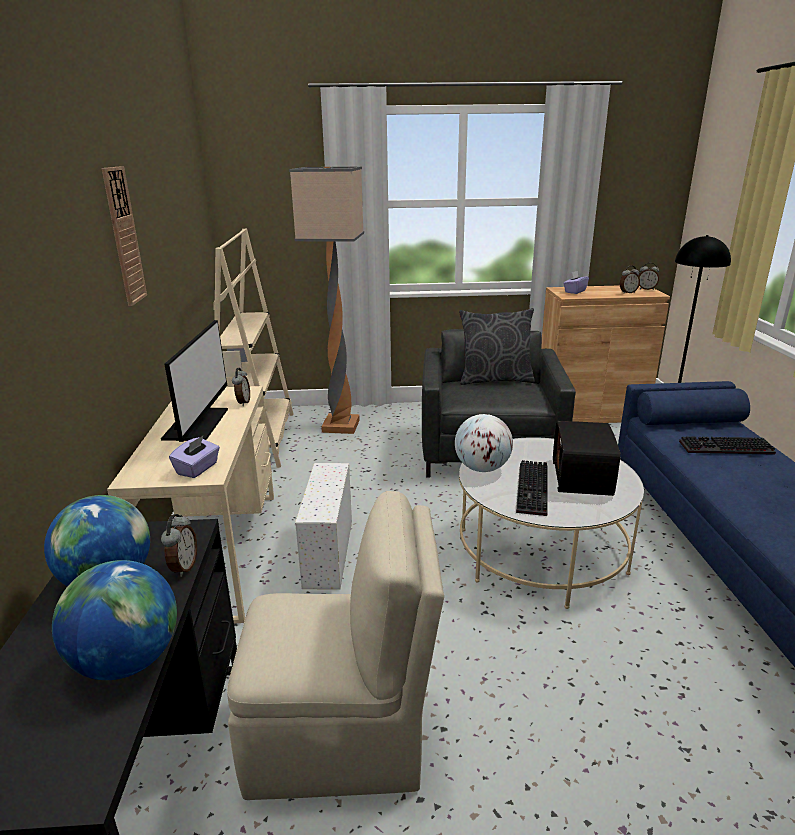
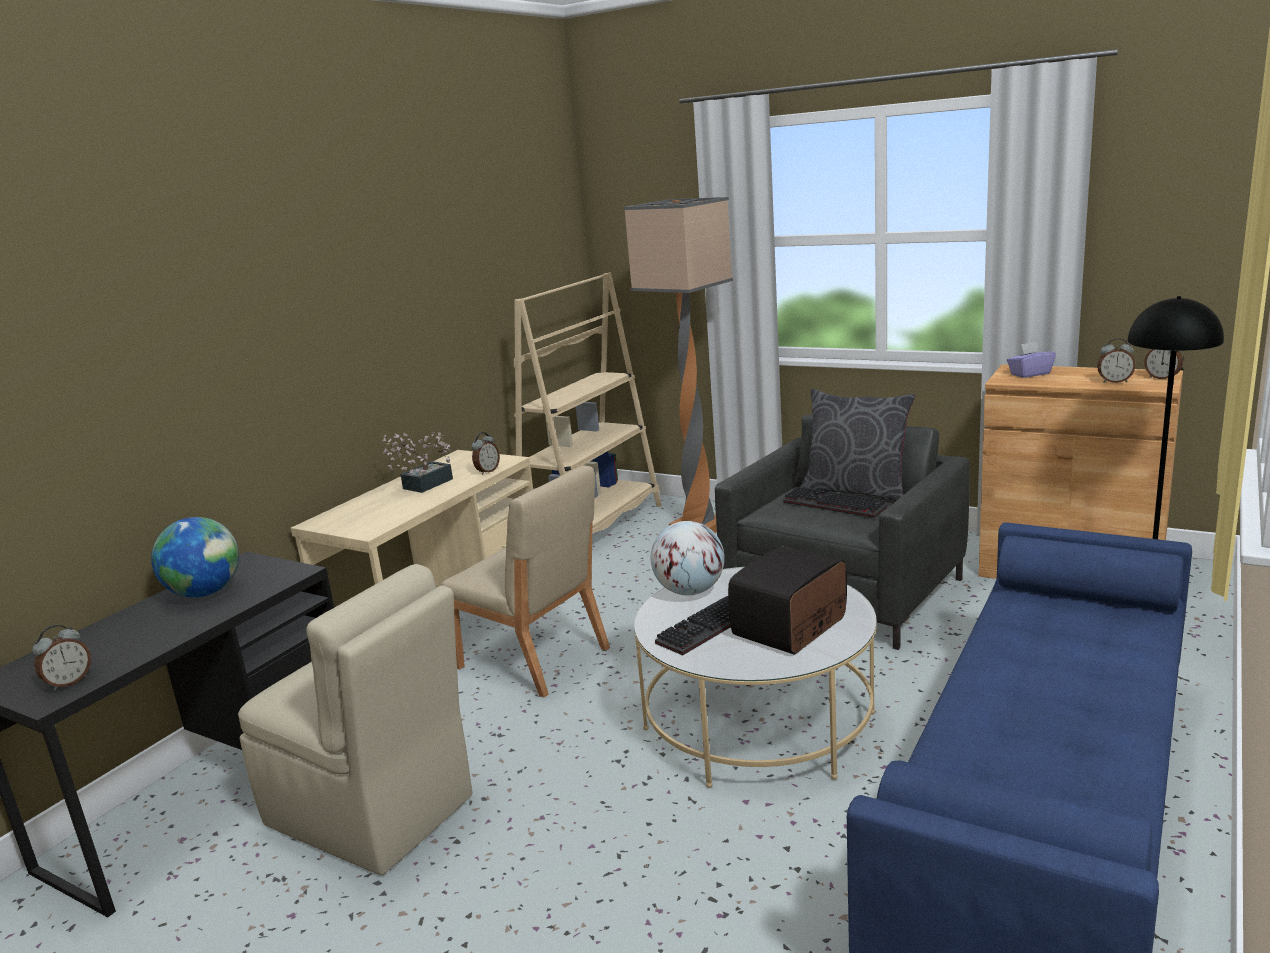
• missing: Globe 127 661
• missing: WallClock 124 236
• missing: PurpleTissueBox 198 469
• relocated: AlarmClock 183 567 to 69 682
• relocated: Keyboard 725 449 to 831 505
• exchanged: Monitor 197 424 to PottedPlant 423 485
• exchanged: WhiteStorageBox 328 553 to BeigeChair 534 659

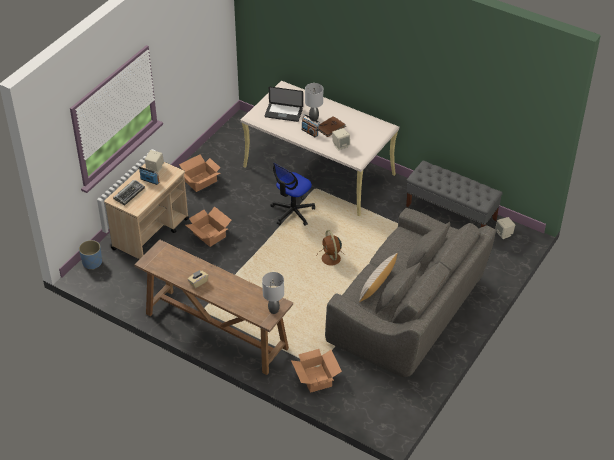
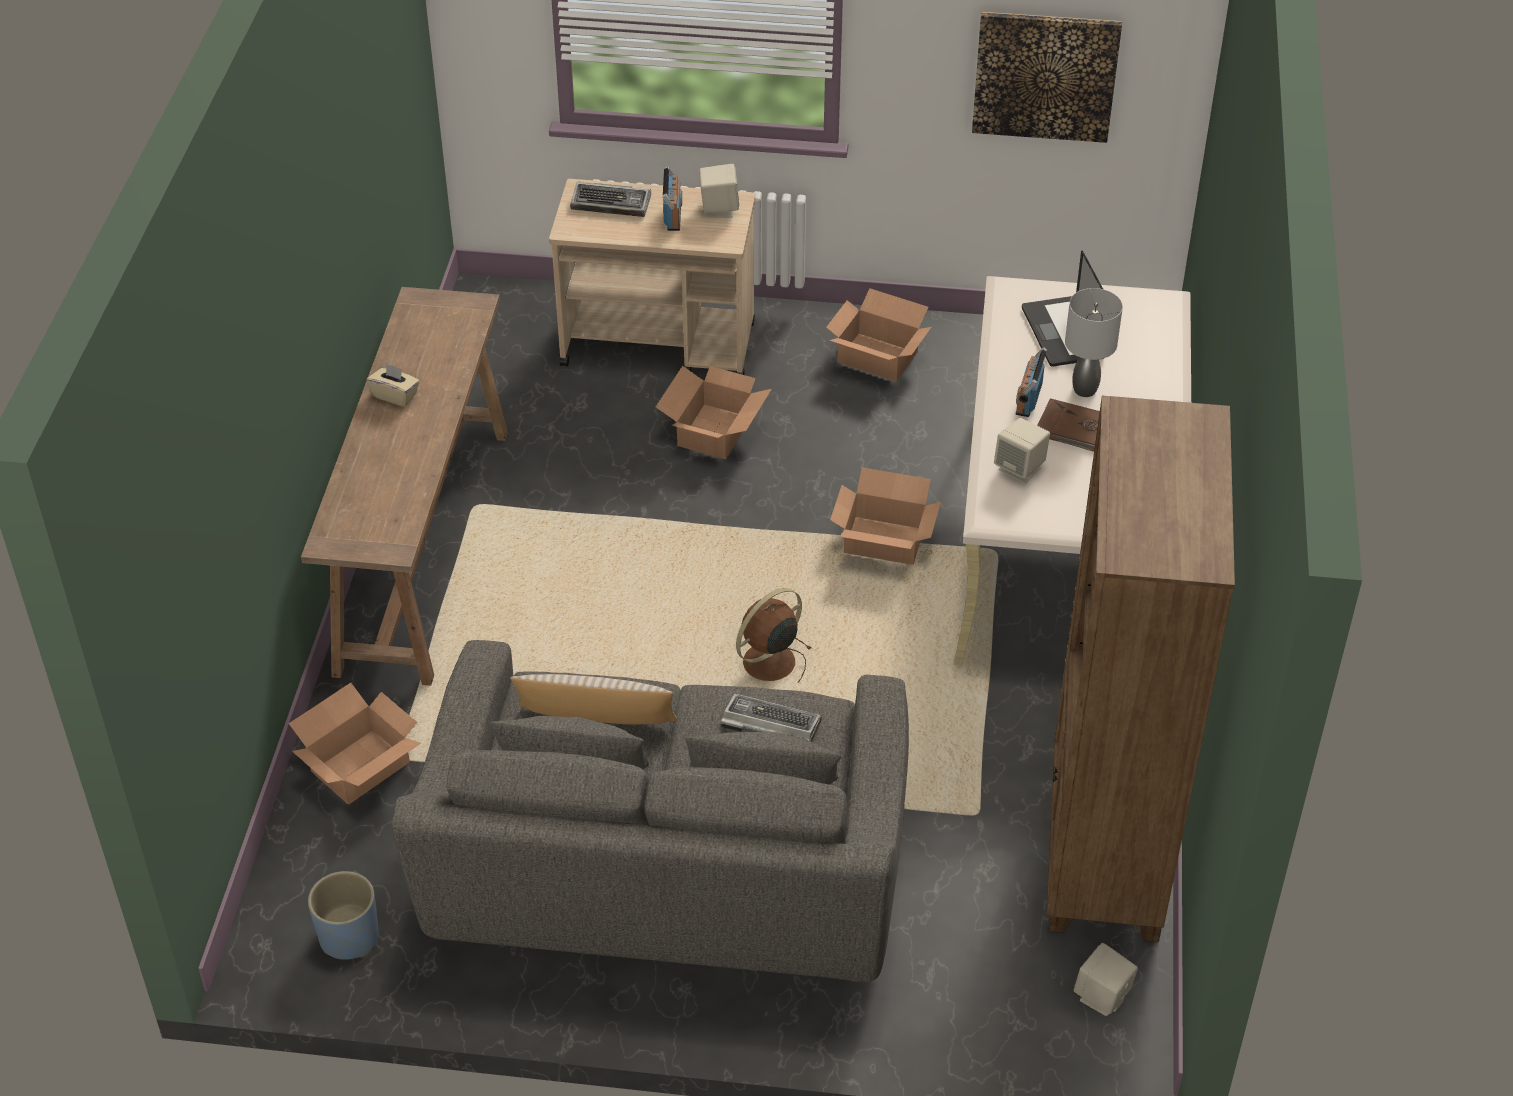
• missing: GreyTableLamp 273 310
• appeared: Keyboard 769 726
• appeared: Picture 1045 75
• relocated: BluePlanter 92 263 to 348 937
• exchanged: OfficeChair 292 212 to CardboardBox 883 540
• exchanged: GreyBench 451 213 to BrownBookcase 1103 850

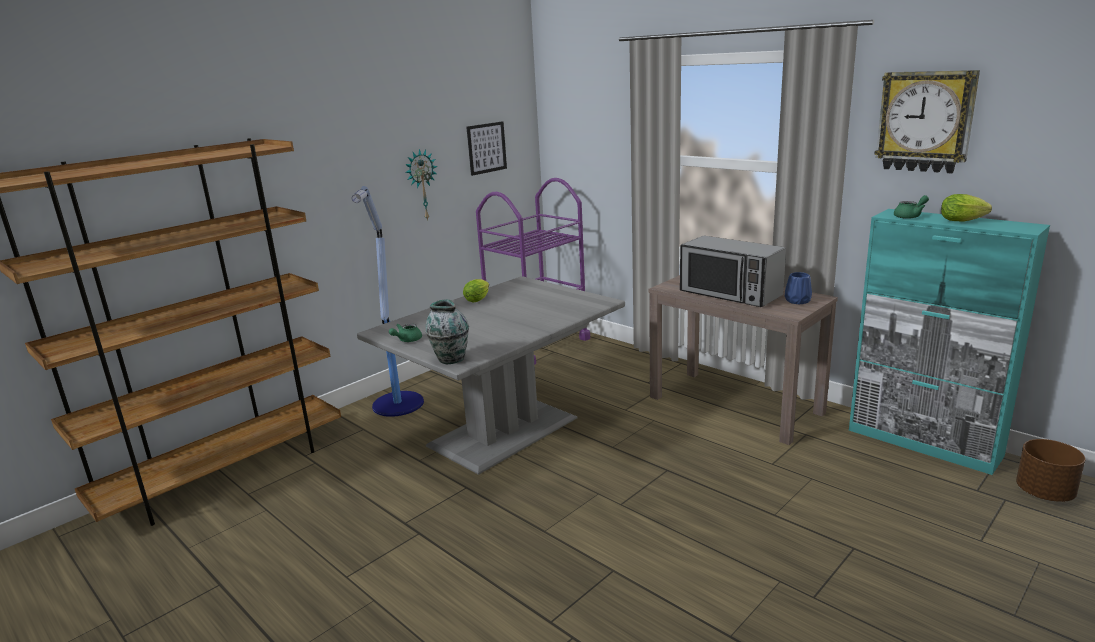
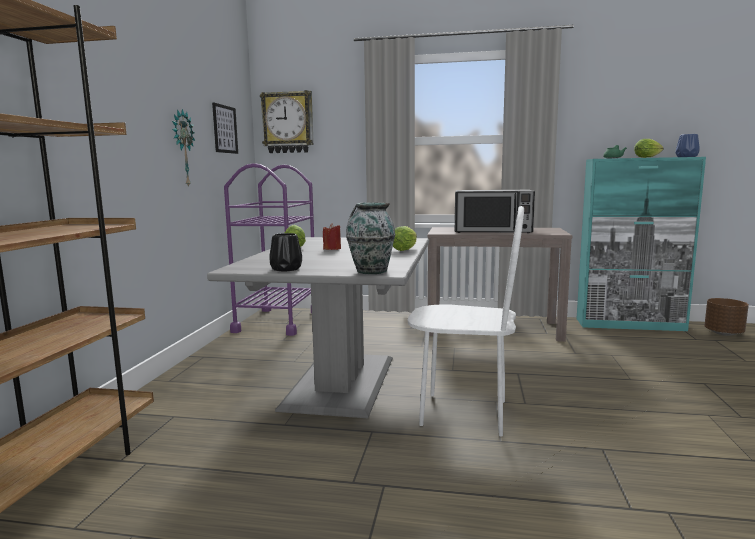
• missing: FloorLamp 398 405
• appeared: RedCandle 332 249
• appeared: Lettuce 405 249
• appeared: WhiteChair 464 413
• relocated: BlueVase 798 301 to 686 157
• relocated: WallClock 925 121 to 288 122
• exchanged: GreenTeapot 407 340 to BlackVase 287 269

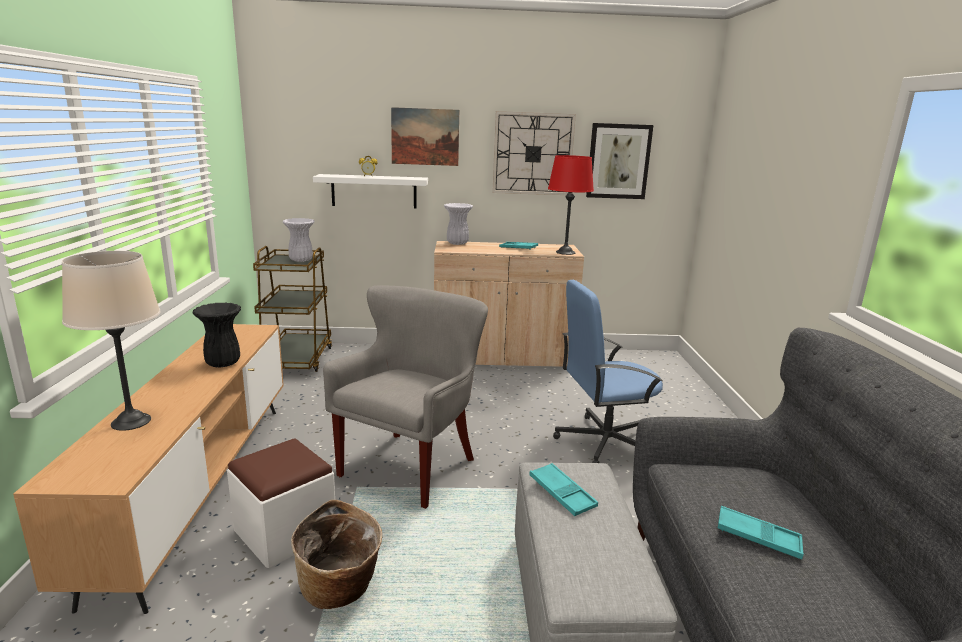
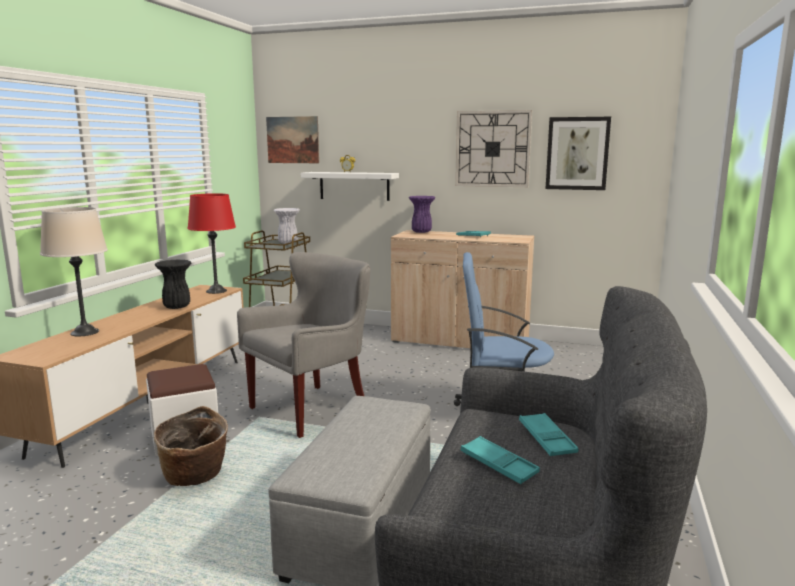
• relocated: Picture 425 137 to 292 140
• relocated: TurquoiseTray 562 493 to 547 439
• relocated: RedTableLamp 565 252 to 216 291
• colour: WhiteVase 457 243 to PurpleVase 421 232

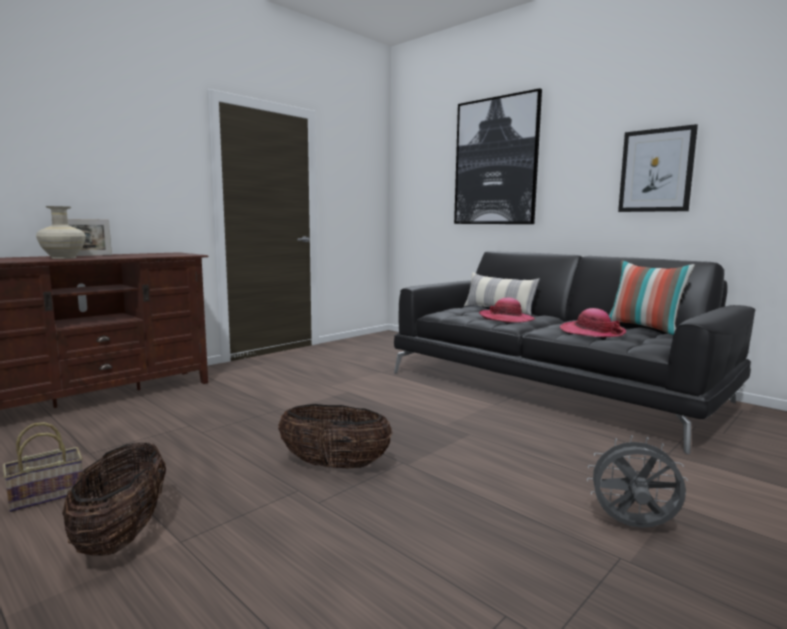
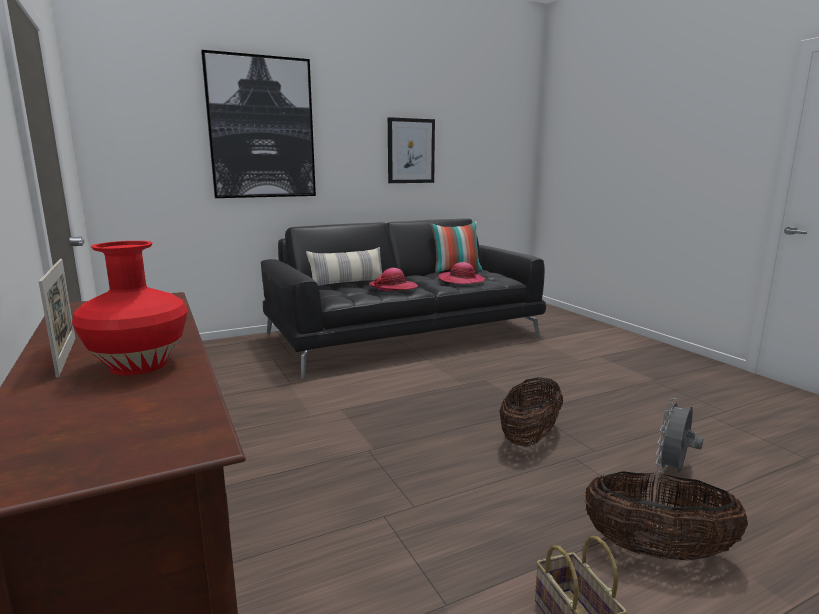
• relocated: GreyFan 632 527 to 673 471
• colour: BeigeVase 64 258 to RedVase 140 365

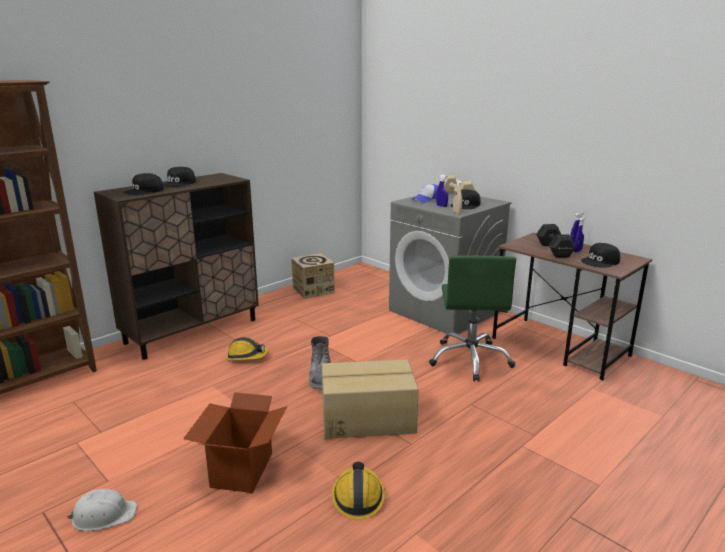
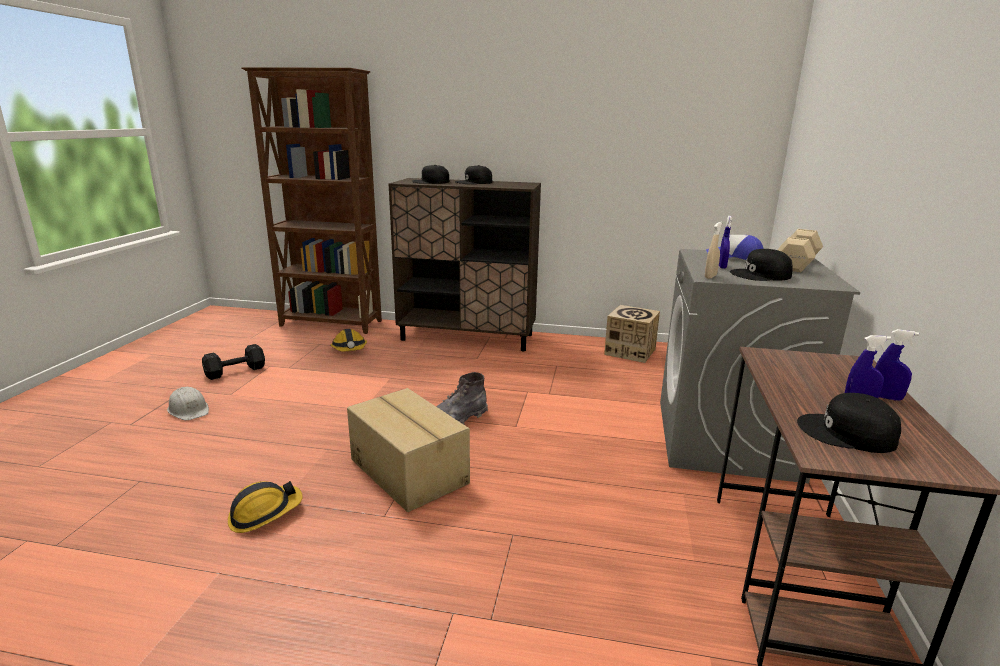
• missing: CardboardBox 241 470
• missing: GreenOfficeChair 470 359
• relocated: HardHat 247 357 to 349 349
• relocated: BlackDumbbell 554 250 to 234 371

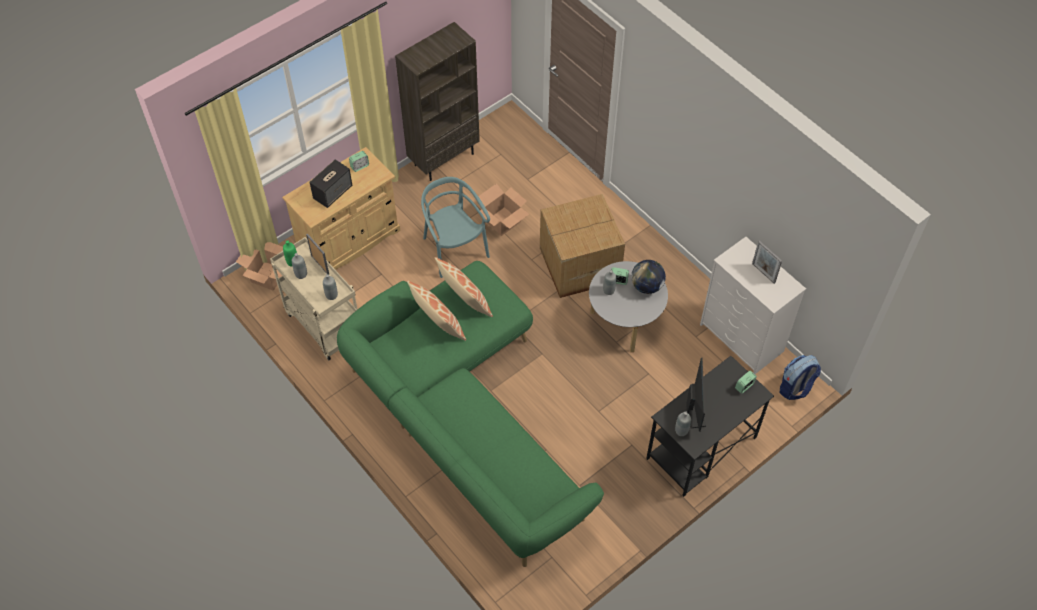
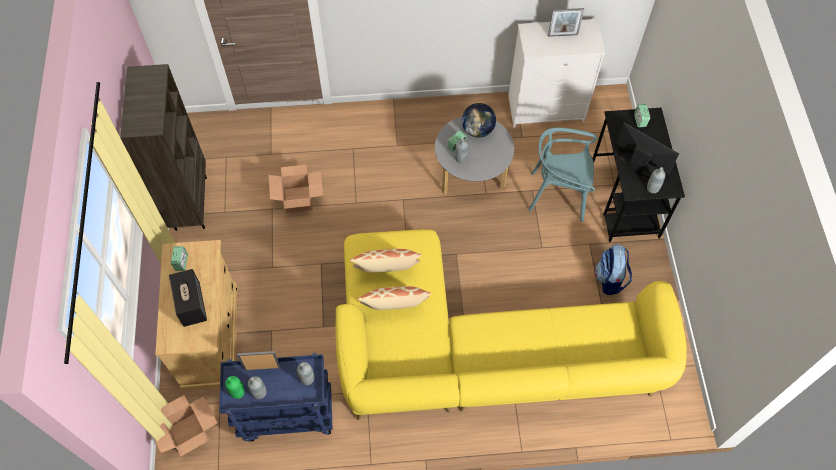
• missing: CardboardBox 578 264
• relocated: TurquoiseChair 454 249 to 558 194
• relocated: Backpack 795 388 to 610 279
• colour: BeigeCart 322 324 to BlueCart 285 415
• colour: GreenSofa 466 419 to YellowSofa 478 353

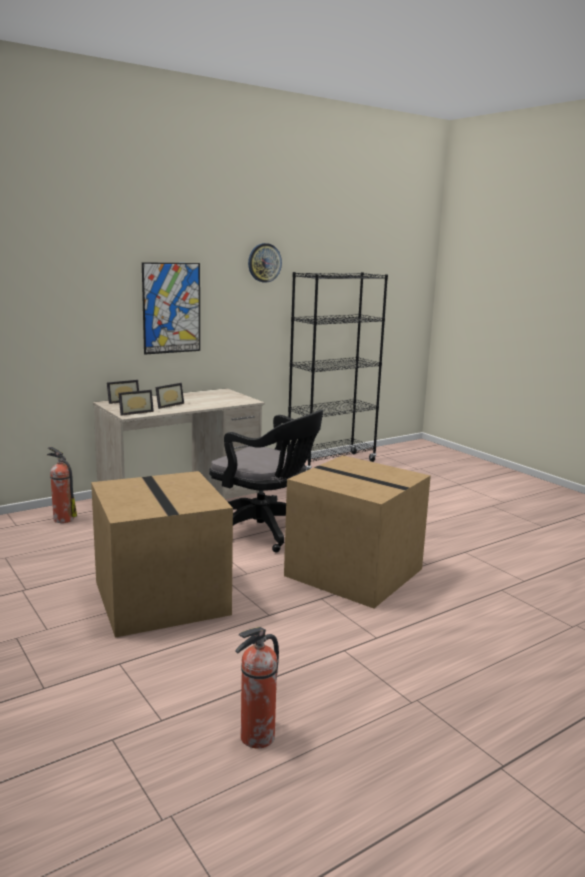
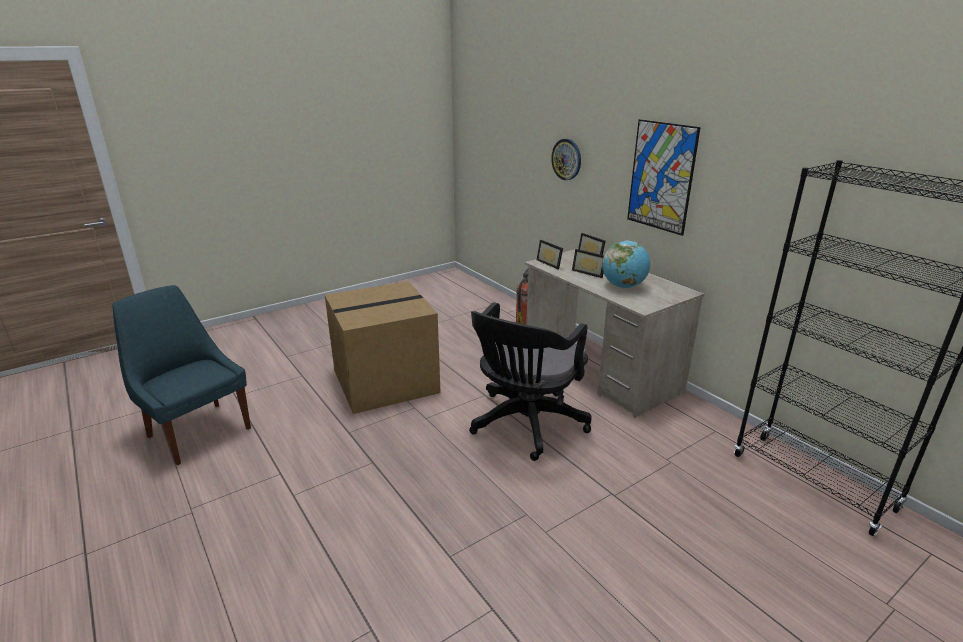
• missing: CardboardBox 351 572
• appeared: Globe 623 286
• relocated: WallClock 264 262 to 567 159
• exchanged: FireExtinguisher 256 737 to BlueChair 197 431

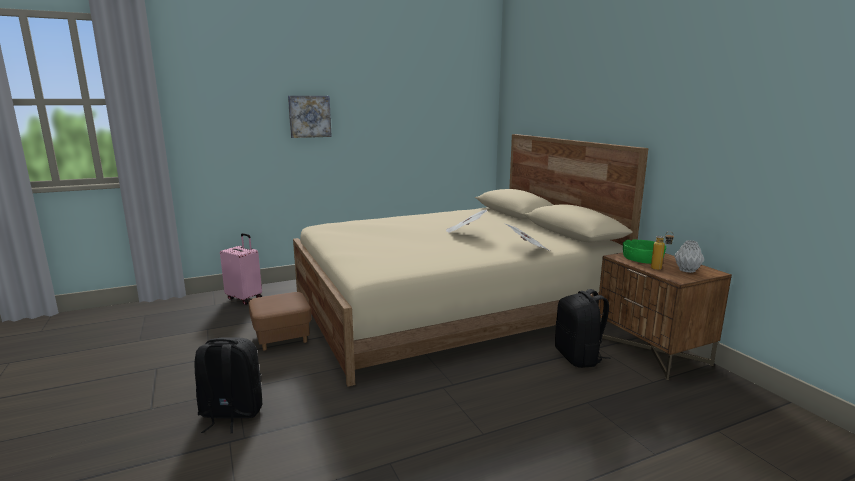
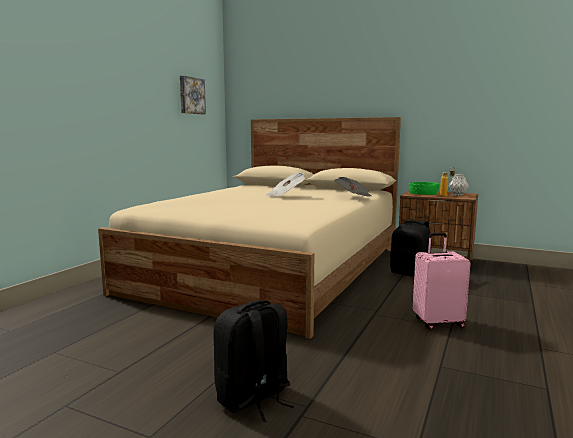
• missing: BrownOttoman 282 337
• relocated: PinkSuitcase 245 298 to 438 322
• relocated: Picture 309 116 to 191 95

